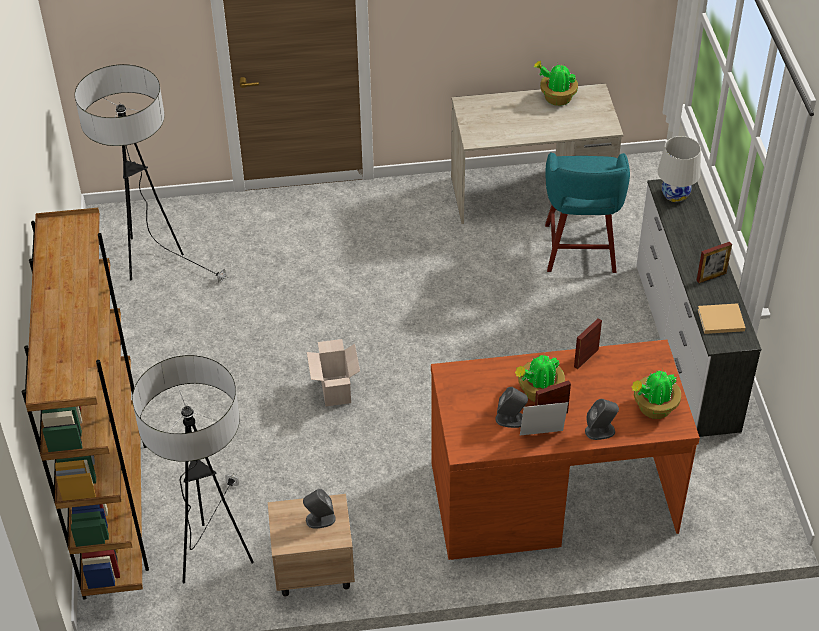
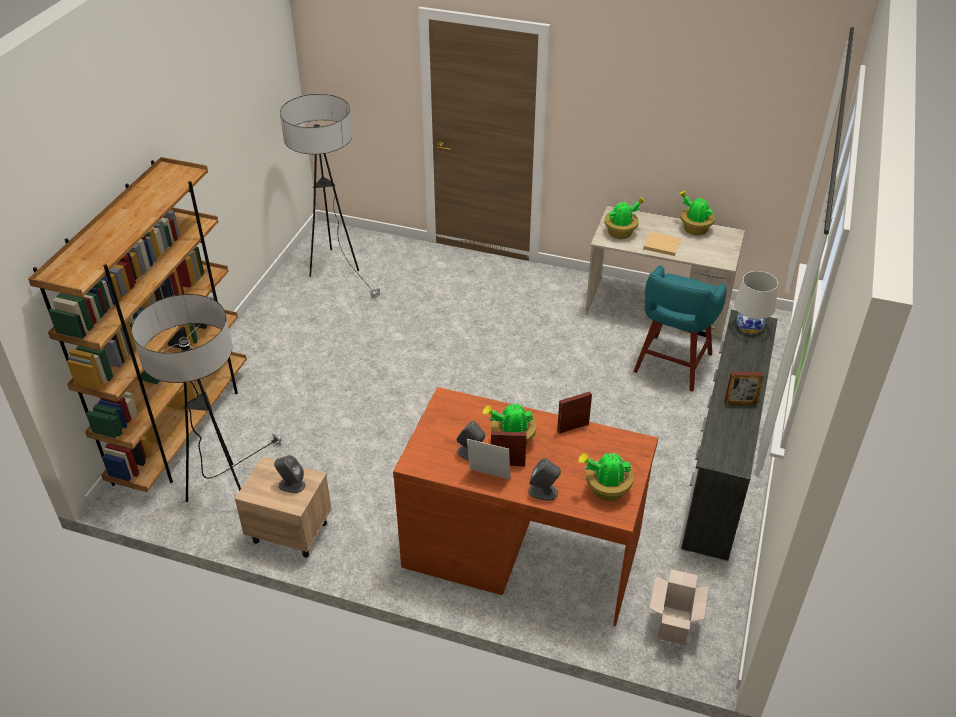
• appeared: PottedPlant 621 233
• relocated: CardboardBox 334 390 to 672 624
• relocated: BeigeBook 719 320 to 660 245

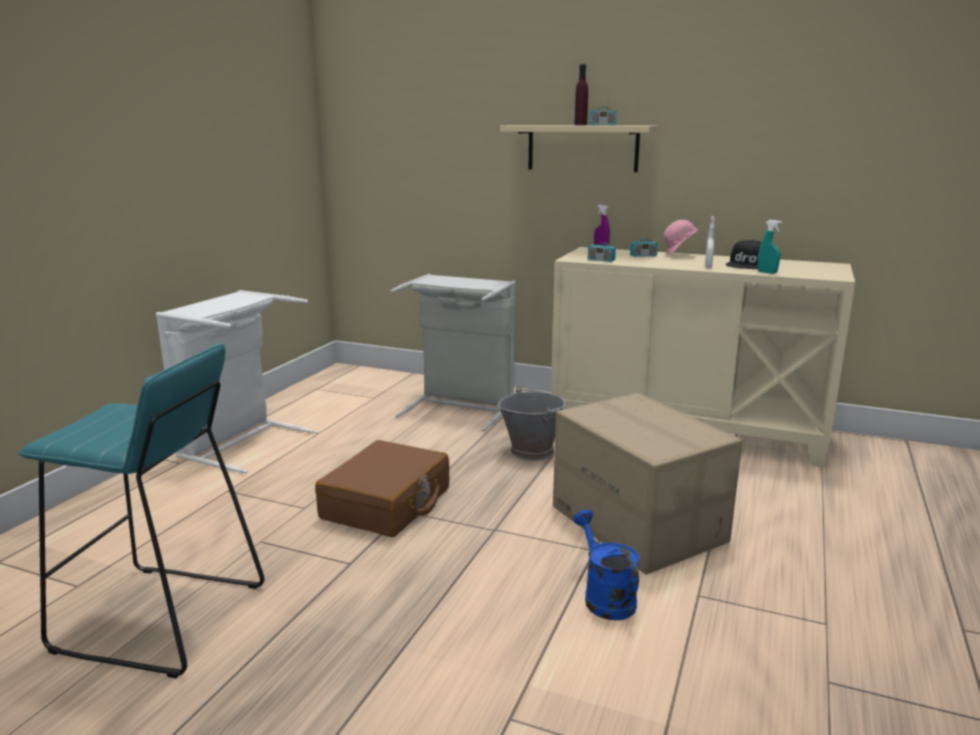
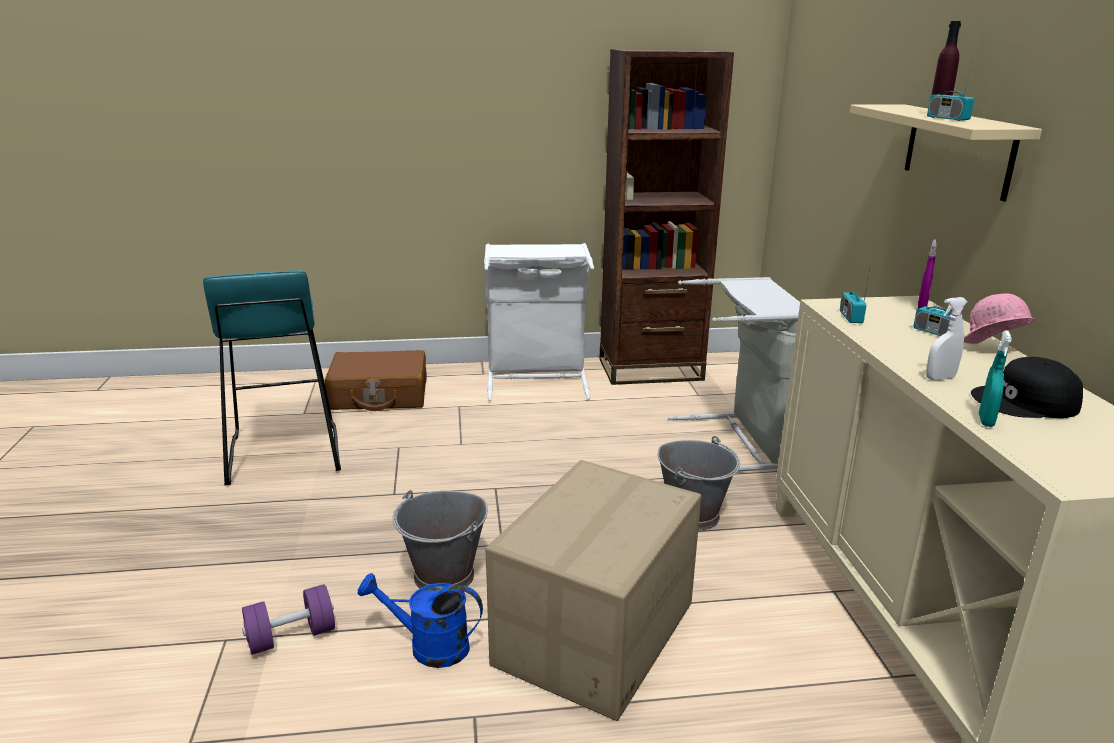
• appeared: PurpleDumbbell 291 636
• appeared: GreyBucket 444 576
• appeared: BrownBookcase 650 370
• relocated: BrownSuitcase 387 504 to 379 395
• spun: BlueWateringCan 604 597 = 428 646 120 degrees counterclockwise

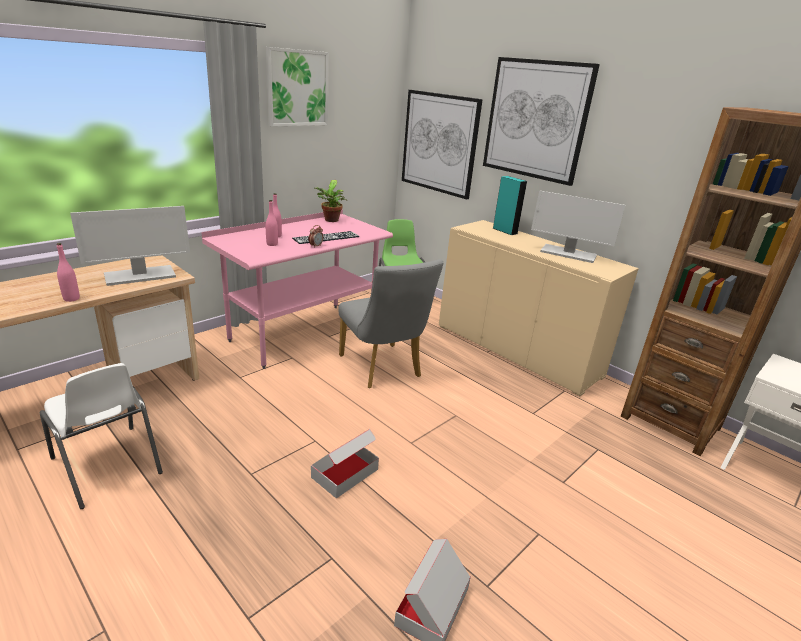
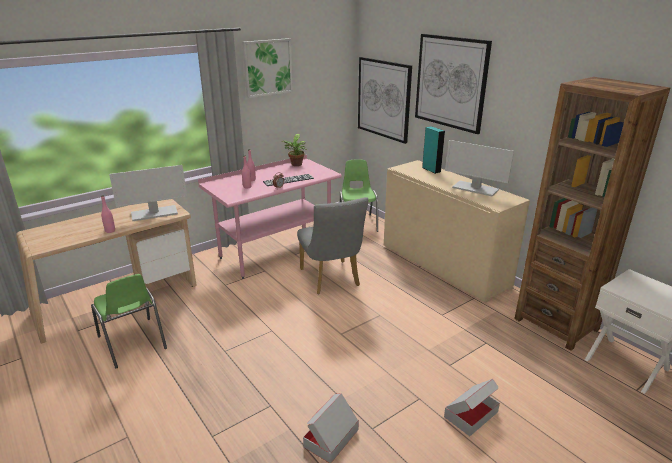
• relocated: CardboardBox 345 473 to 471 414
• colour: WhiteChair 107 466 to GreenChair 132 343

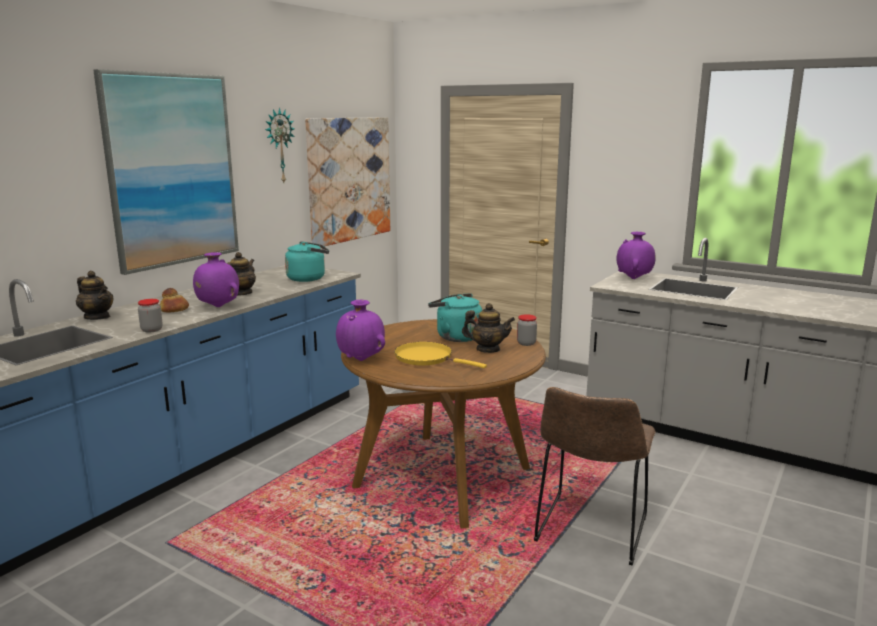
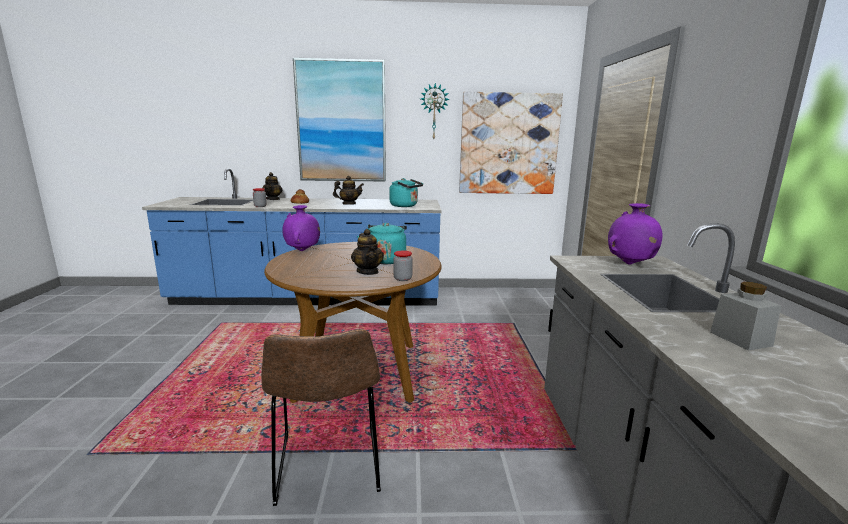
• missing: PurpleVase 218 307
• missing: YellowFryingPan 427 358
• appeared: GreyJar 740 339
• spun: BrownChair 590 532 = 328 467 90 degrees counterclockwise

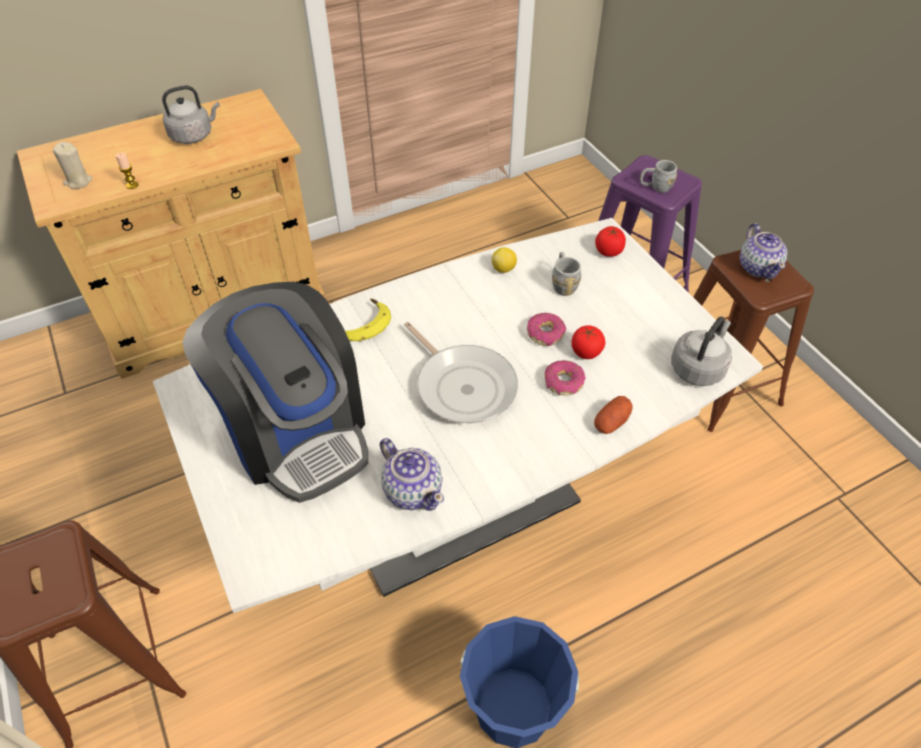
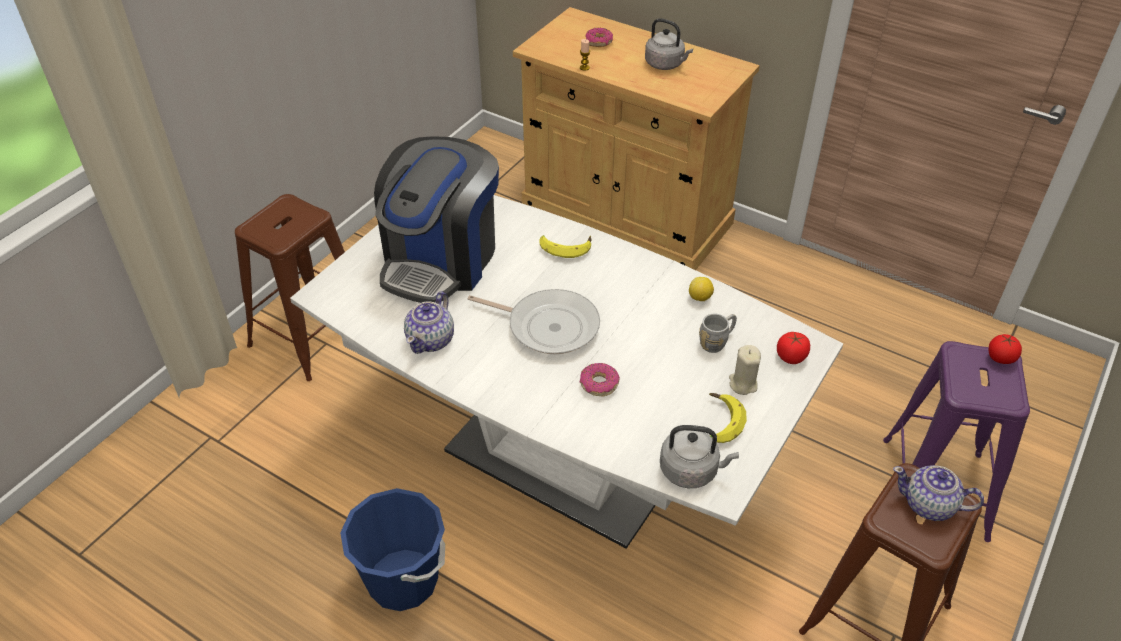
• missing: Potato 611 422
• missing: GreyMug 655 187
• appeared: Banana 719 422
• relocated: BeigeCandle 78 182 to 742 384
• relocated: Donut 545 333 to 599 42
• relocated: Tomato 586 352 to 1000 358
• spun: FryingPan 463 385 = 548 326 90 degrees counterclockwise
• spun: Teapot 758 267 = 929 505 60 degrees clockwise

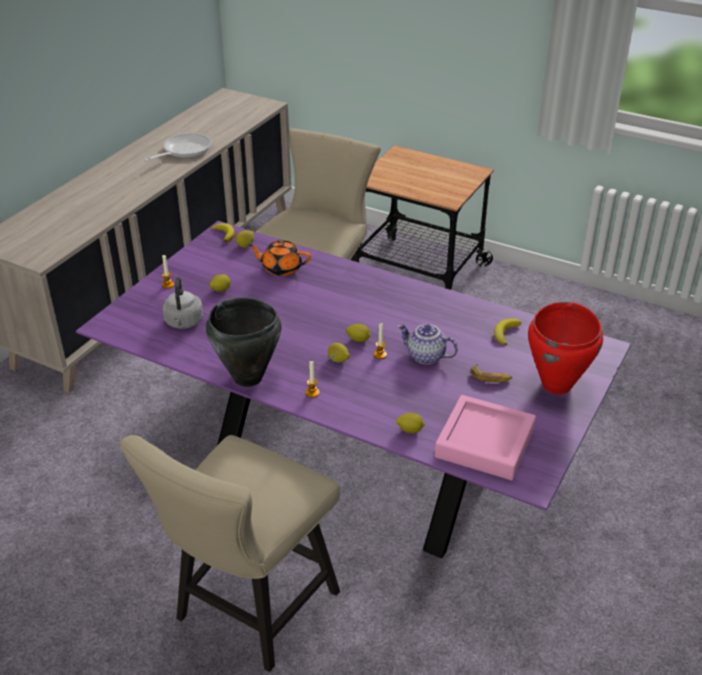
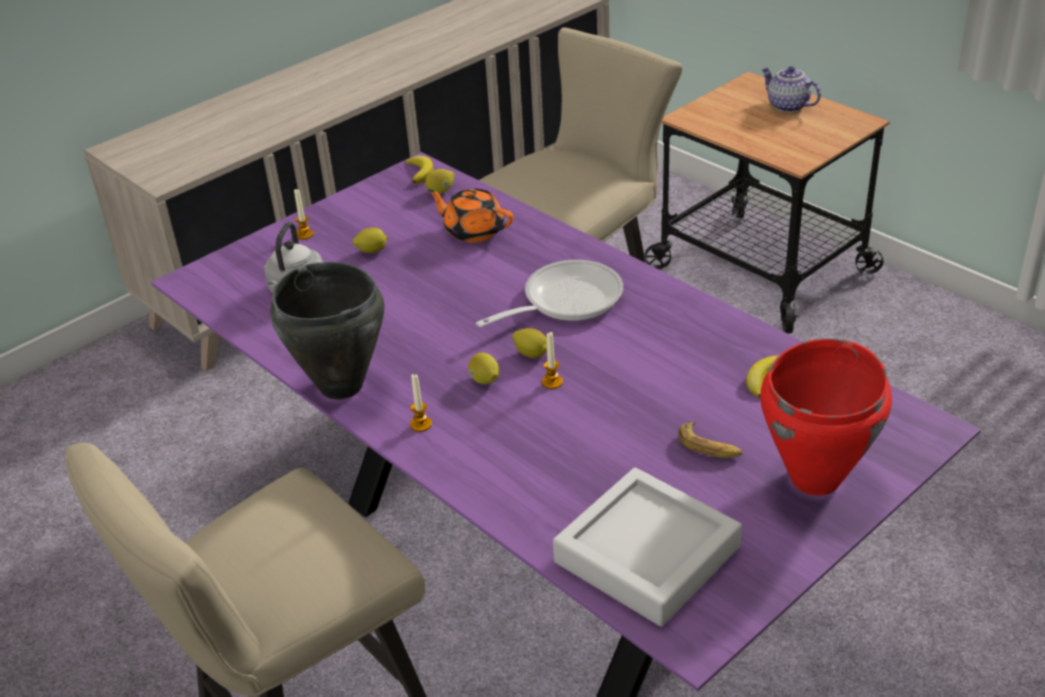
• missing: Lemon 410 430
• relocated: FryingPan 183 151 to 565 301
• relocated: Teapot 425 357 to 787 106
• colour: PinkTray 485 443 to GreyTray 647 554

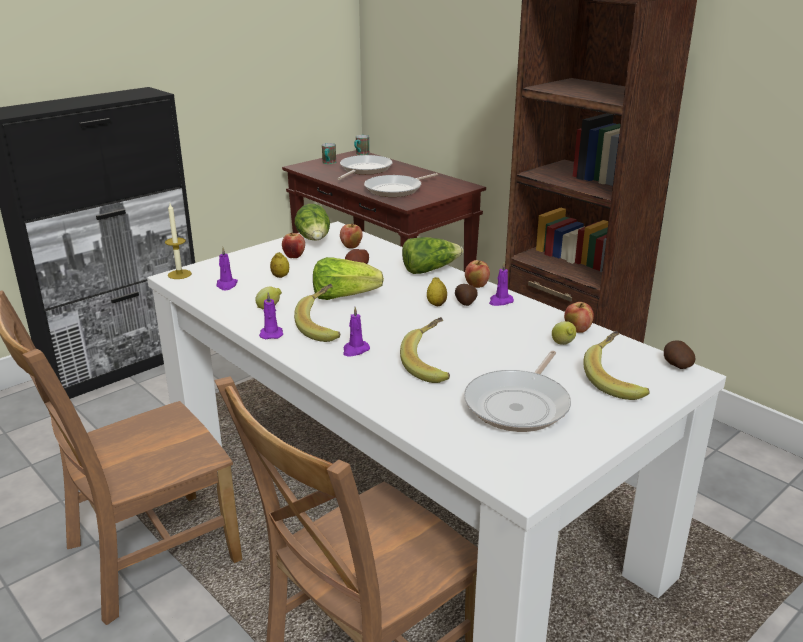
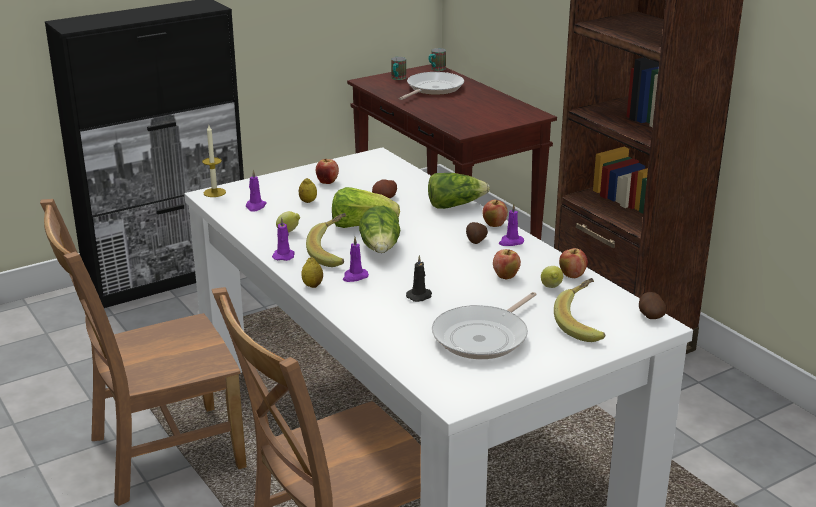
• missing: FryingPan 396 190
• relocated: Lettuce 314 240 to 381 249
• relocated: Apple 351 247 to 505 276
• relocated: Lemon 436 304 to 312 285
• exchanged: Banana 432 365 to BlackCandle 420 296

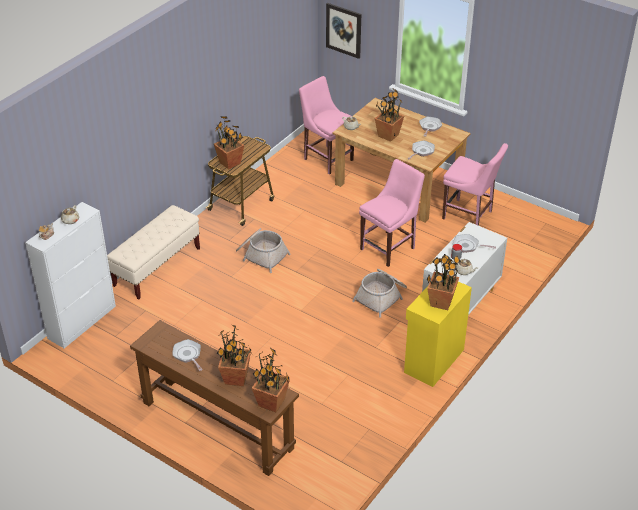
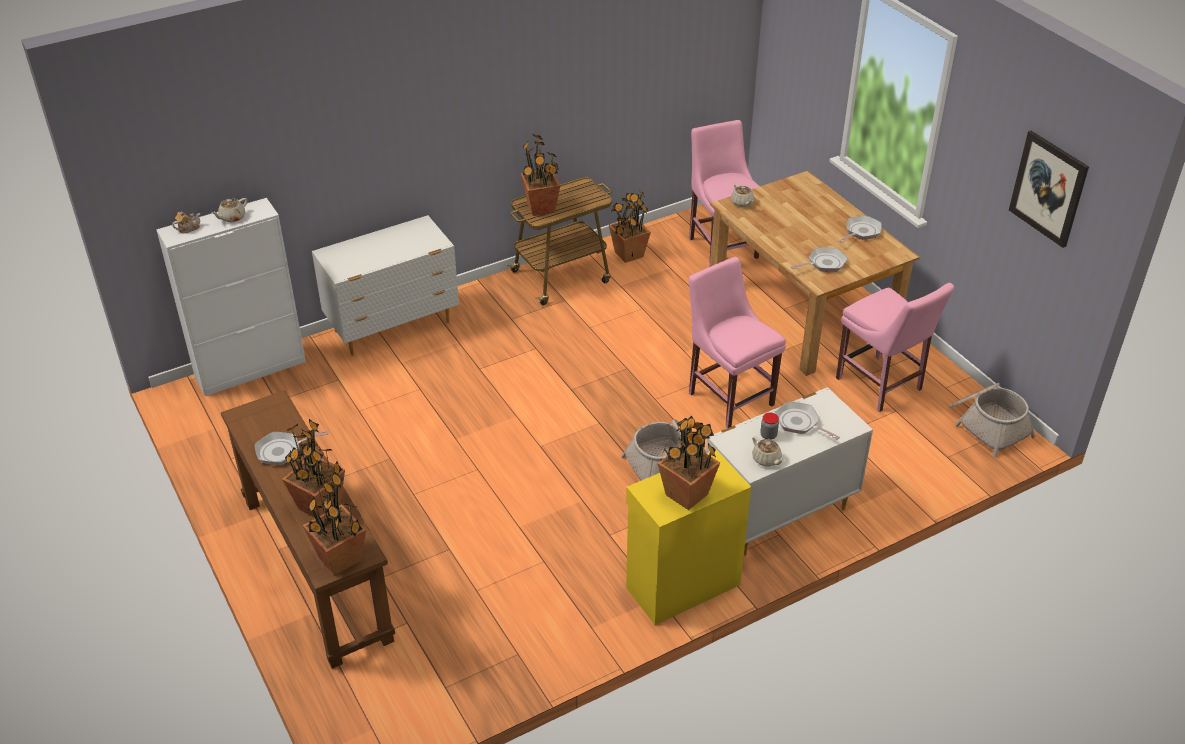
• relocated: Basket 261 255 to 987 425
• relocated: Picture 344 30 to 1048 188
• relocated: PottedPlant 388 135 to 628 254
• exchanged: BeigeBench 157 267 to WhiteDresser 394 327
• spun: FryingPan 188 355 = 282 451 105 degrees counterclockwise
• spun: PinkChair 389 247 = 728 396 105 degrees counterclockwise

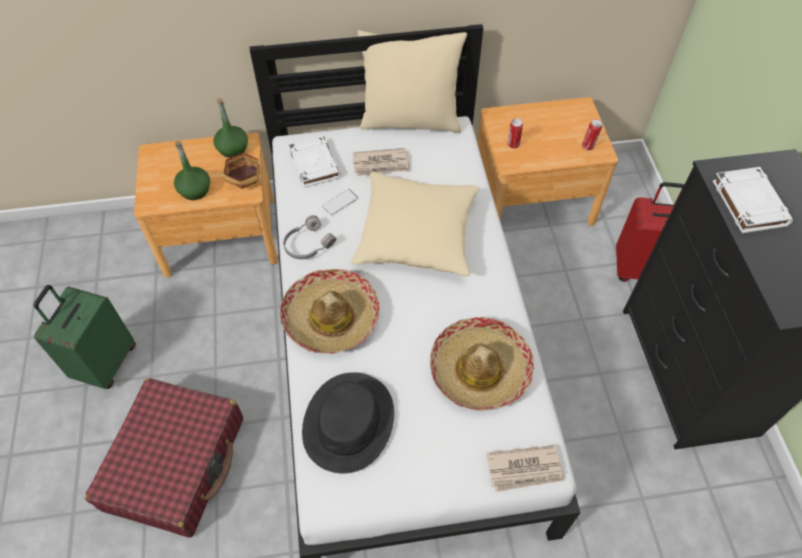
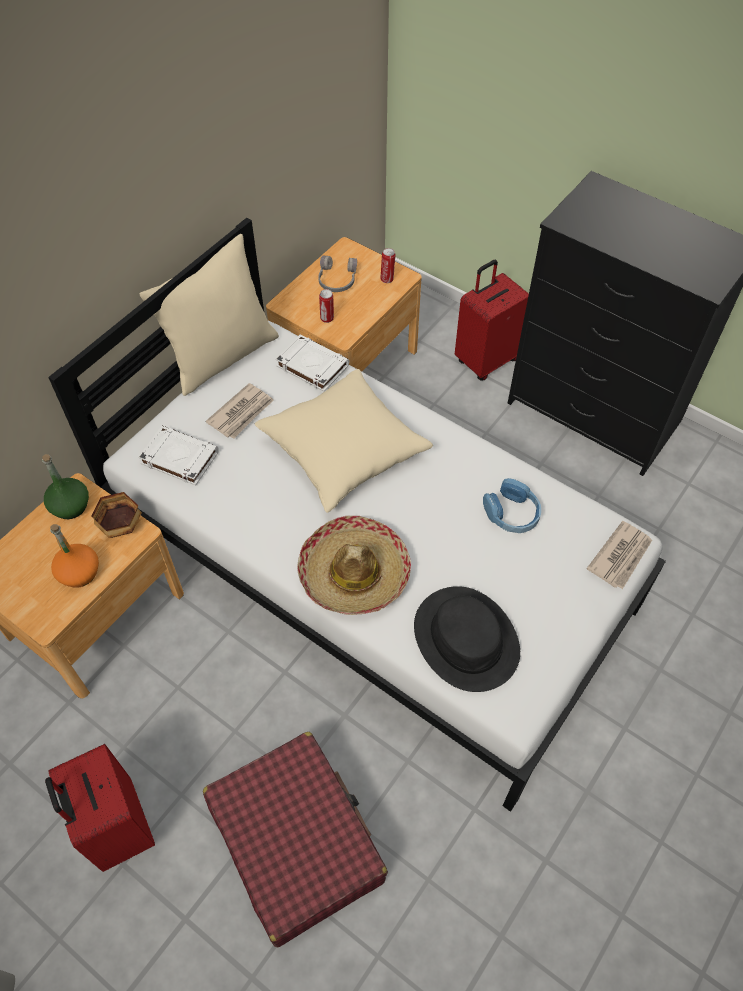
• missing: Phone 340 202
• relocated: GreyHeadphones 307 244 to 336 280
• relocated: WhiteBook 748 203 to 311 366
• exchanged: Hat 480 370 to BlueHeadphones 511 514
• colour: GreenSuitcase 105 363 to RedSuitcase 118 827
• colour: GreenBottle 195 190 to OrangeBottle 79 572

